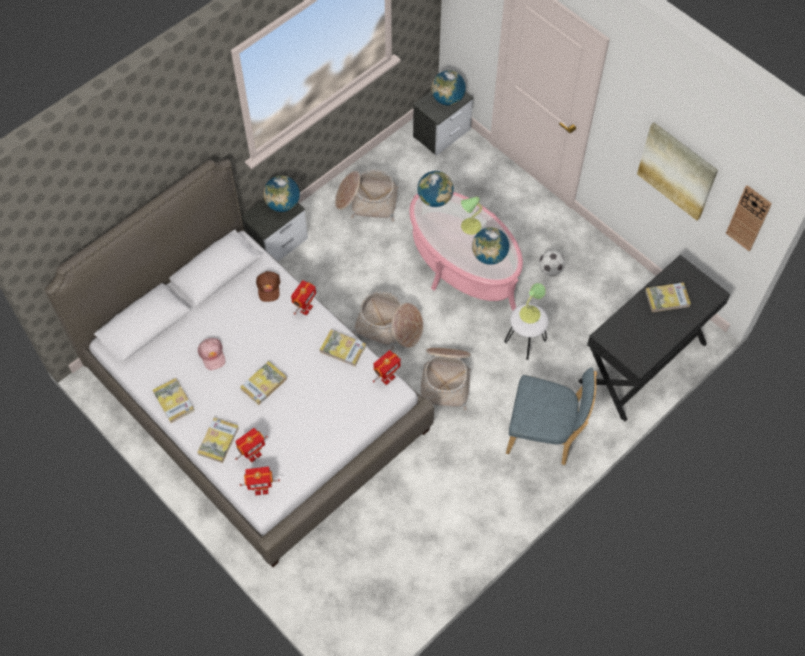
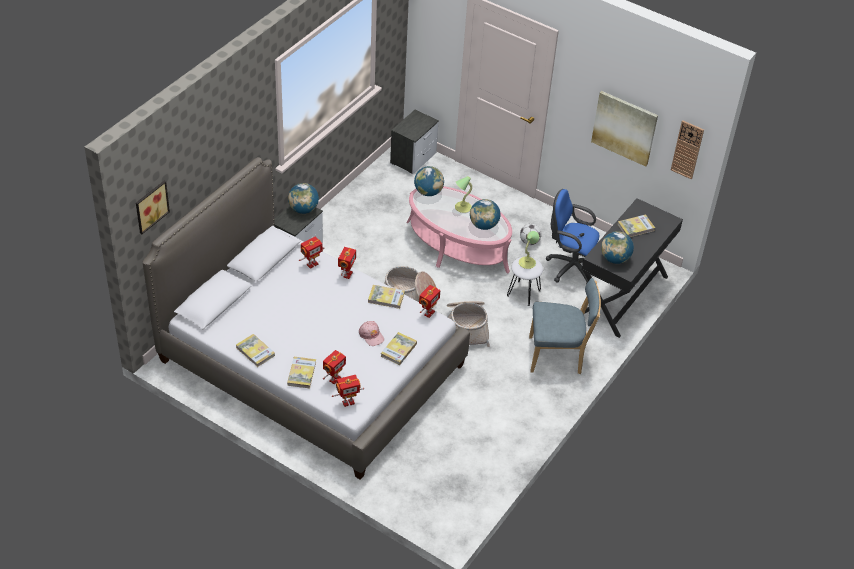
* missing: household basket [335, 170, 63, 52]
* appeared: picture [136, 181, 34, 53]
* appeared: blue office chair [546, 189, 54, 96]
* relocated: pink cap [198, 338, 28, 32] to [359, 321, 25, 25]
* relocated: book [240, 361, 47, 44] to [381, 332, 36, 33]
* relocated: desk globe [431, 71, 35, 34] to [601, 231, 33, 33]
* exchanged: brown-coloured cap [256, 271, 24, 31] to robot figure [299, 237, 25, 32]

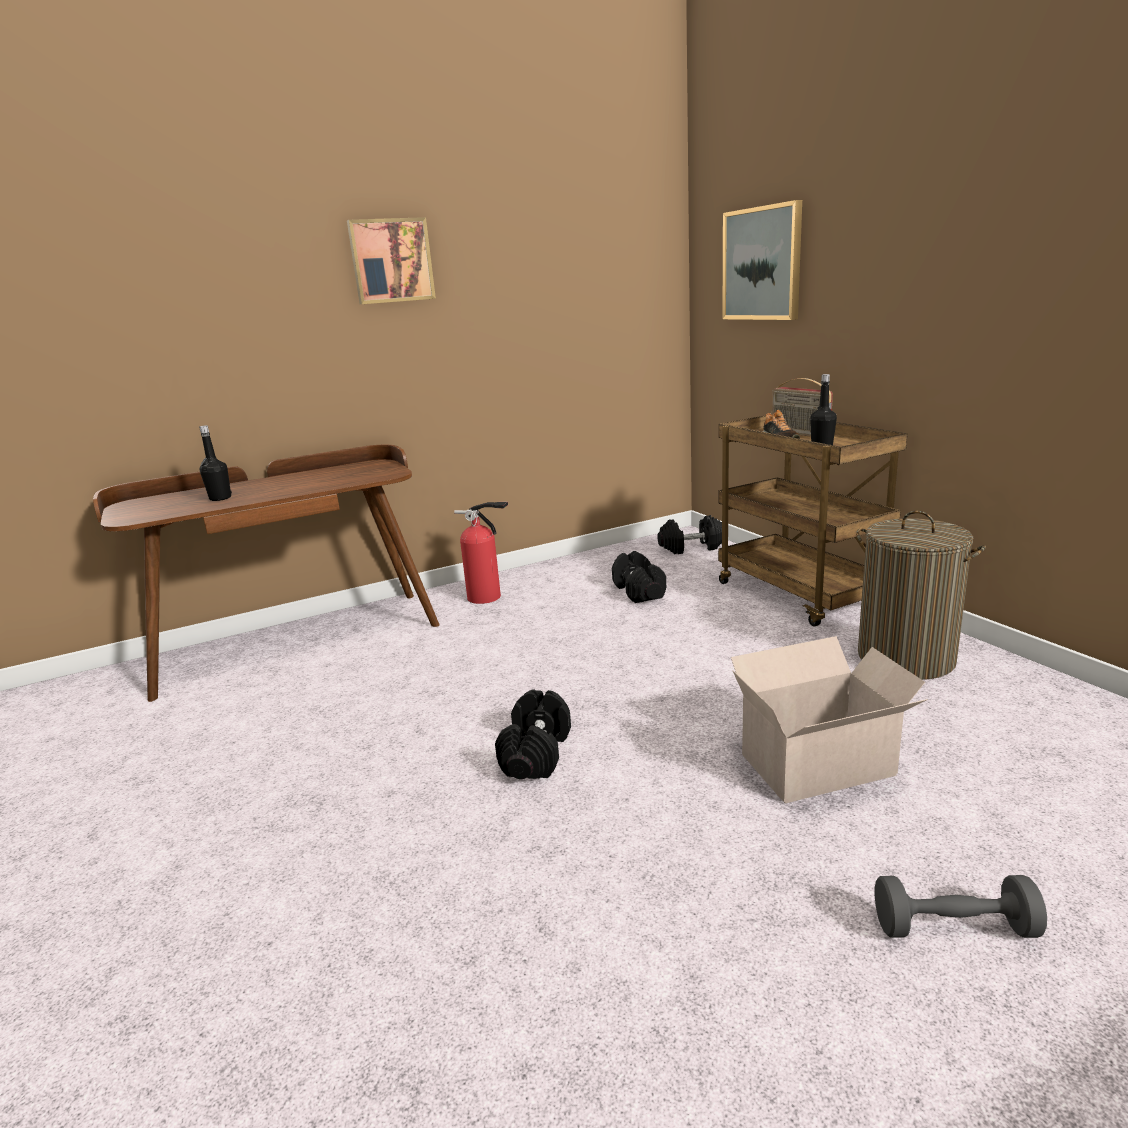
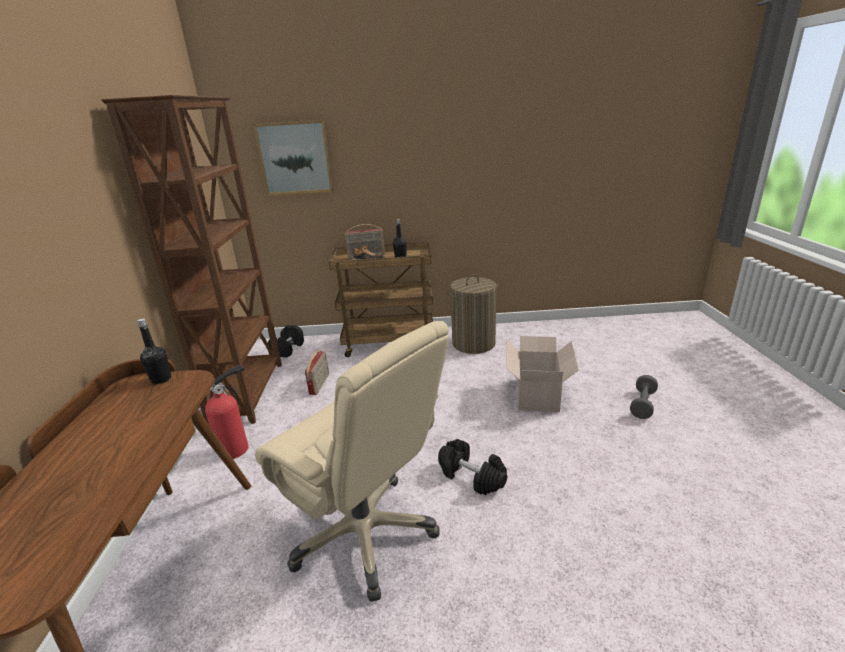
* missing: picture [347, 217, 89, 87]
* appeared: brown-coloured bookshelf [101, 95, 181, 329]
* appeared: sand-coloured office chair [255, 321, 194, 281]
* relocated: blackish beverage bottle [199, 425, 33, 76] to [137, 319, 34, 65]
* exchanged: blackish dumbbell [612, 551, 54, 52] to radio set [305, 351, 24, 44]

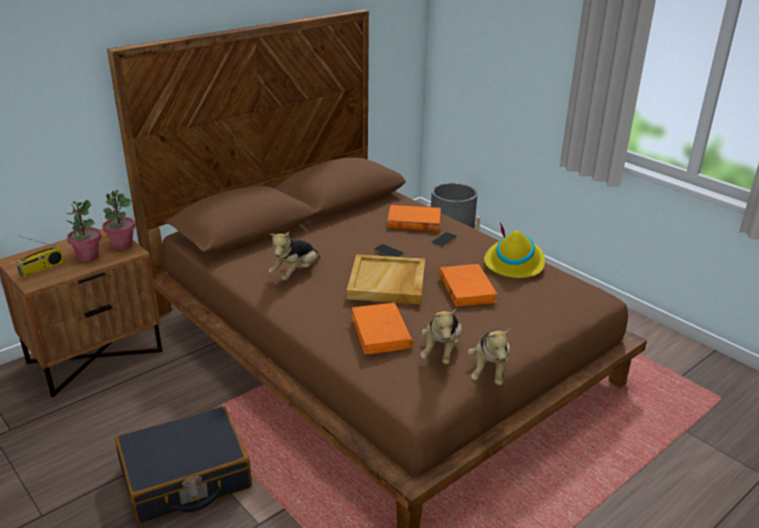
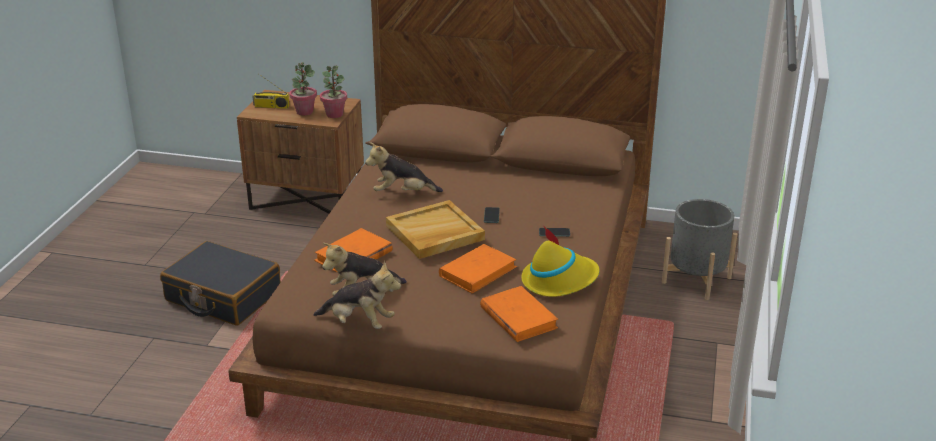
* relocated: orange-coloured book [387, 205, 54, 26] to [480, 286, 78, 56]
* spun: cuddly toy [468, 327, 43, 58] = [313, 261, 88, 68] 135 degrees counterclockwise

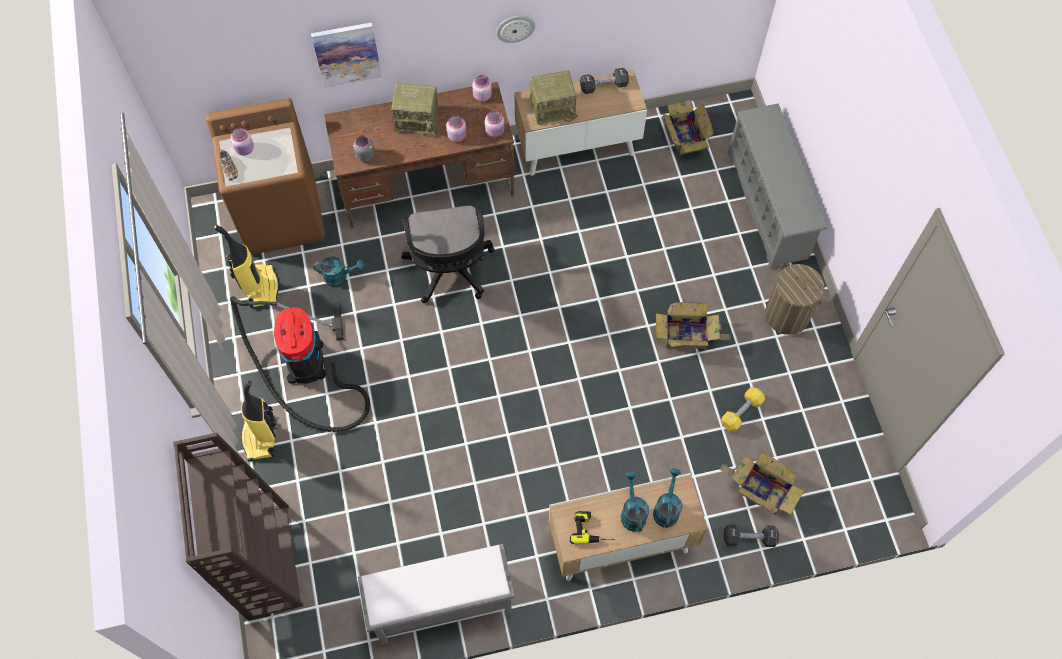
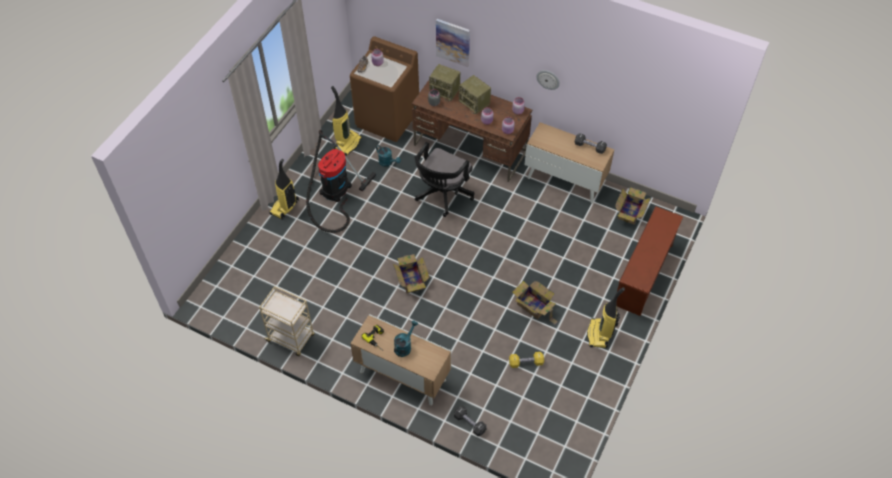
* missing: brown-coloured bookshelf [173, 432, 130, 187]
* missing: turquoise-coloured watering can [653, 468, 29, 60]
* relocated: radio set [530, 70, 48, 55] to [429, 64, 31, 37]
* relocated: packing box [720, 452, 84, 62] to [393, 254, 37, 39]
* exchanged: gray bench [358, 544, 157, 101] to sand-coloured trolley [259, 286, 56, 70]
* exchanged: laundry basket [765, 263, 59, 72] to vacuum cleaner [587, 287, 38, 61]
* colour: gray shoe rack [728, 104, 99, 165] to brown-coloured shoe rack [616, 206, 67, 110]

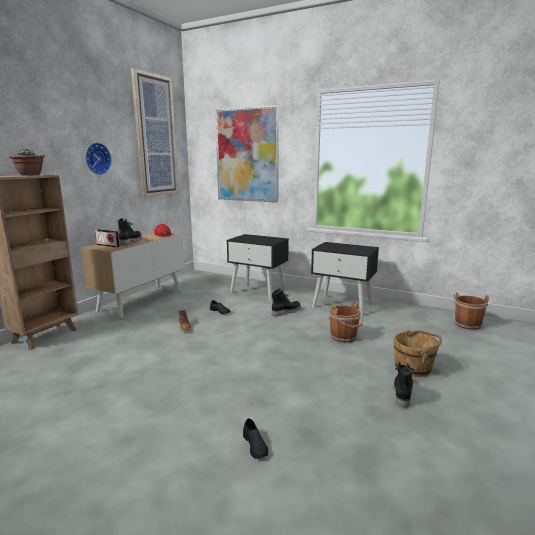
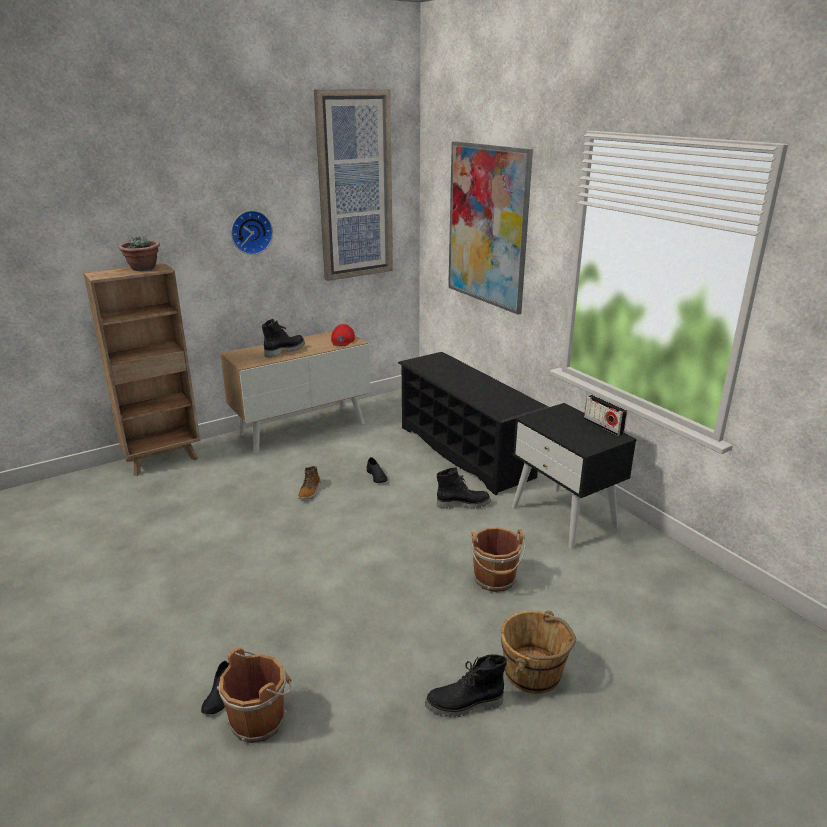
* relocated: radio set [95, 229, 25, 18] to [584, 395, 43, 41]
* relocated: brown-coloured water bucket [454, 292, 35, 38] to [217, 647, 75, 96]
* exchanged: blackish nightstand [227, 234, 62, 66] to blackish shoe rack [398, 352, 151, 143]
* spun: blackish boot [394, 361, 21, 47] = [425, 654, 82, 64] 150 degrees counterclockwise

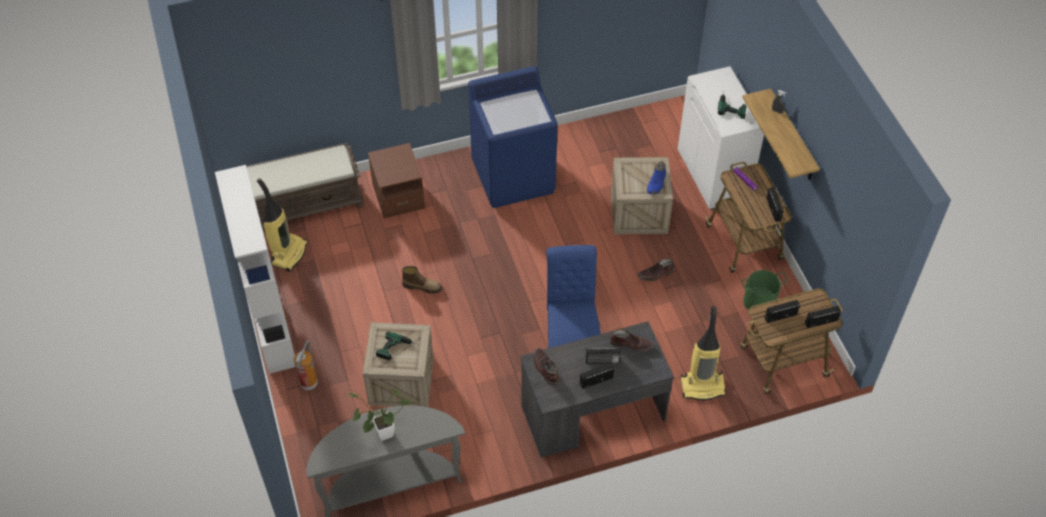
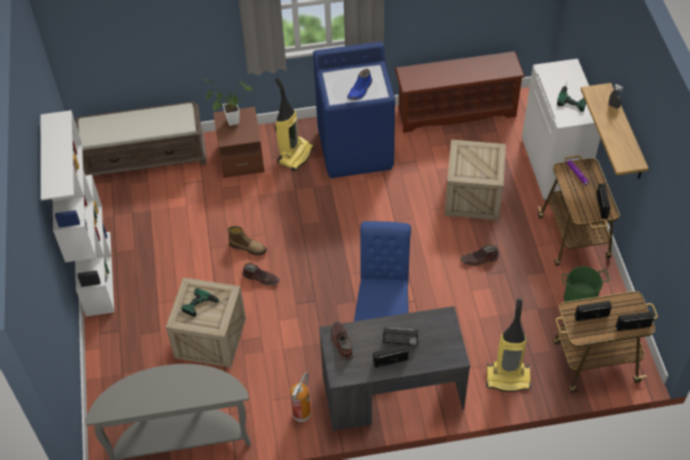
* appeared: brown-coloured shoe rack [395, 51, 130, 82]
* relocated: vacuum cleaner [257, 178, 51, 94] to [275, 77, 39, 94]
* relocated: fire extinguisher [294, 340, 24, 50] to [290, 372, 21, 50]
* relocated: plant in a pot [348, 389, 63, 52] to [204, 79, 48, 47]
* relocated: brown-coloured boot [609, 328, 45, 23] to [242, 263, 38, 23]
* relocated: blue boot [647, 162, 19, 33] to [347, 69, 25, 31]

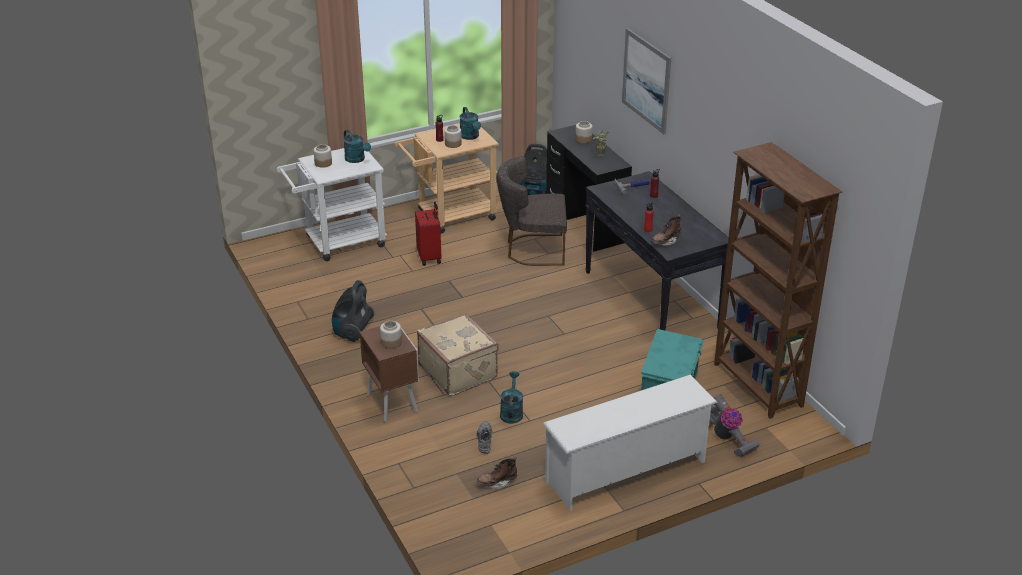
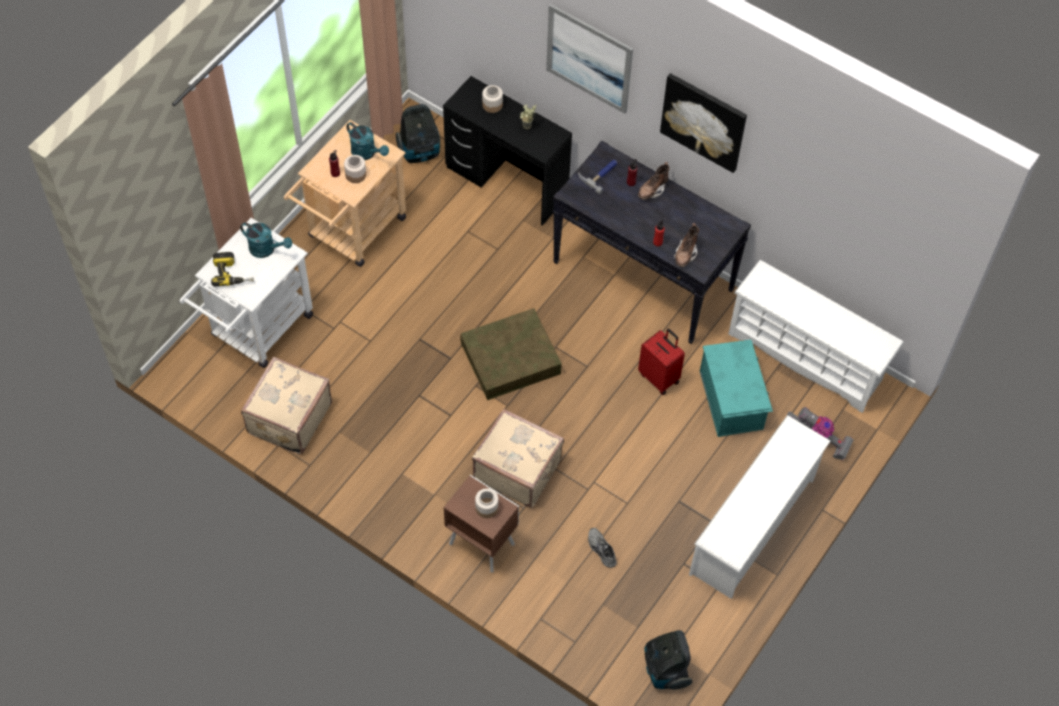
* missing: gray chair [496, 156, 71, 110]
* missing: turquoise-coloured watering can [500, 371, 23, 53]
* appeared: sand-coloured piece of luggage [241, 357, 91, 98]
* appeared: brown-coloured storage bin [460, 308, 102, 92]
* appeared: picture [660, 73, 87, 100]
* relocated: vacuum cleaner [332, 280, 42, 62] to [644, 630, 49, 60]
* relocated: red-coloured piece of luggage [415, 202, 27, 64] to [638, 329, 47, 66]
* relocated: brown-coloured boot [477, 457, 40, 32] to [638, 162, 31, 38]
* exchanged: preserve jar [313, 144, 19, 24] to power drill [211, 252, 43, 34]
* exchanged: brown-coloured bookshelf [714, 142, 128, 277] to white-coloured shoe rack [728, 260, 176, 153]

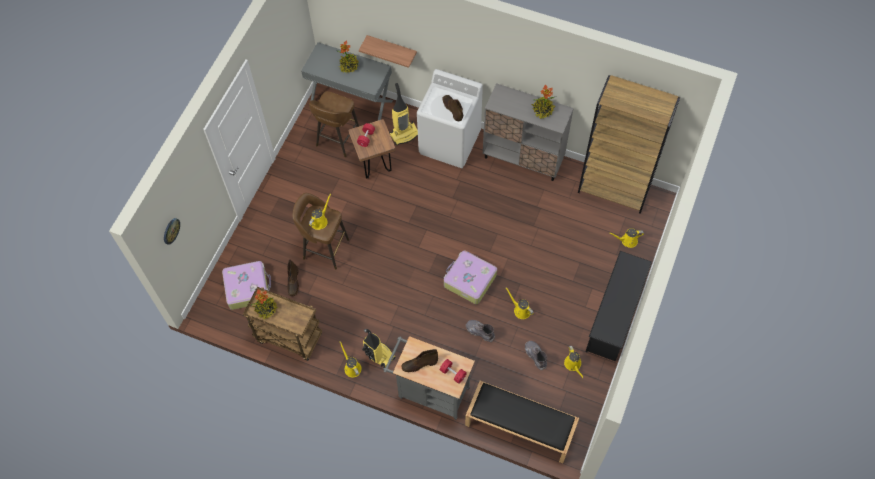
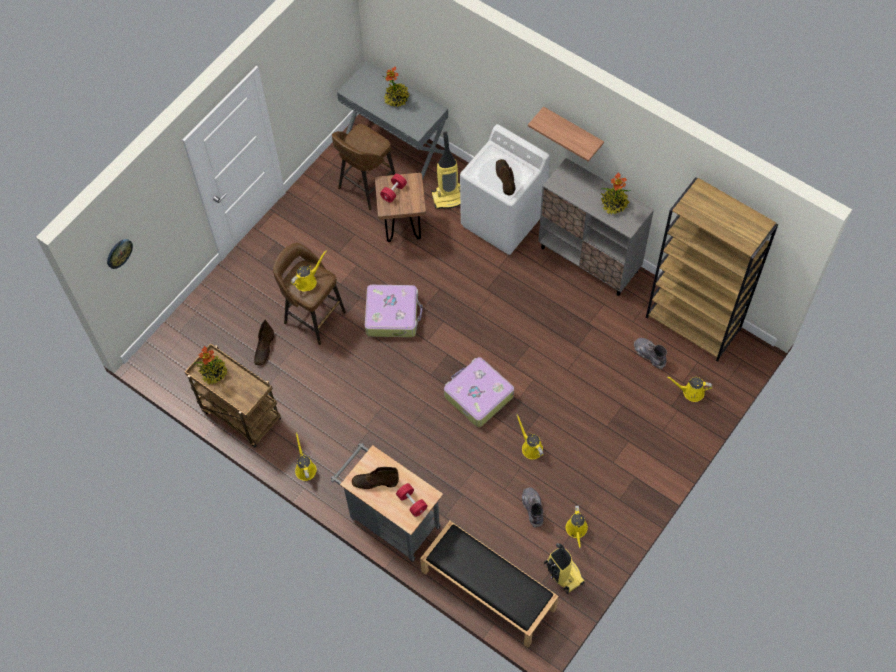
* missing: blackish shoe rack [585, 251, 67, 110]
* relocated: piece of luggage [222, 261, 49, 49] to [365, 285, 58, 52]
* relocated: shelf [359, 35, 58, 33] to [528, 107, 76, 55]
* relocated: vacuum cleaner [362, 329, 34, 39] to [544, 543, 41, 51]
* relocated: gray boot [466, 320, 29, 22] to [634, 338, 33, 31]

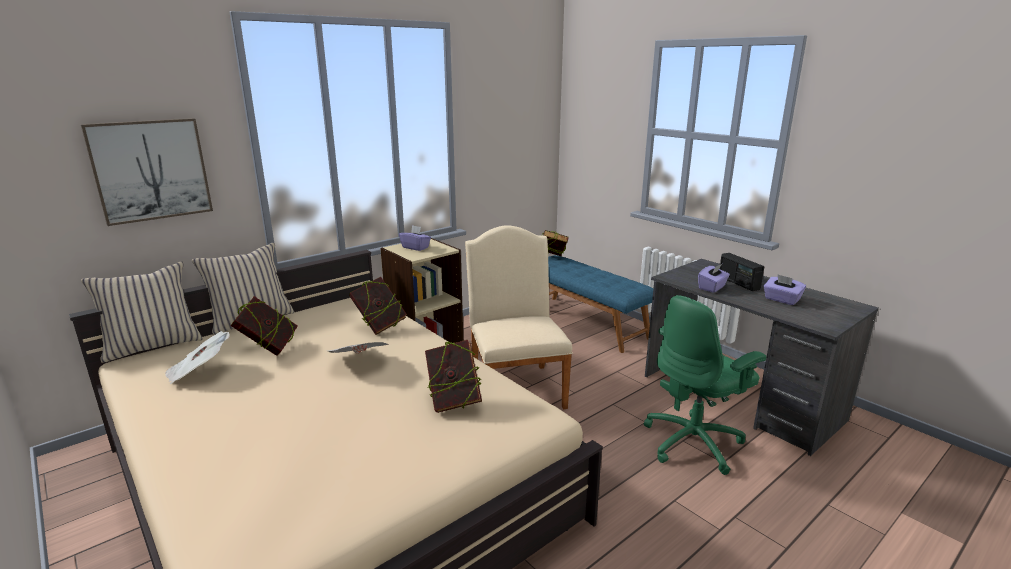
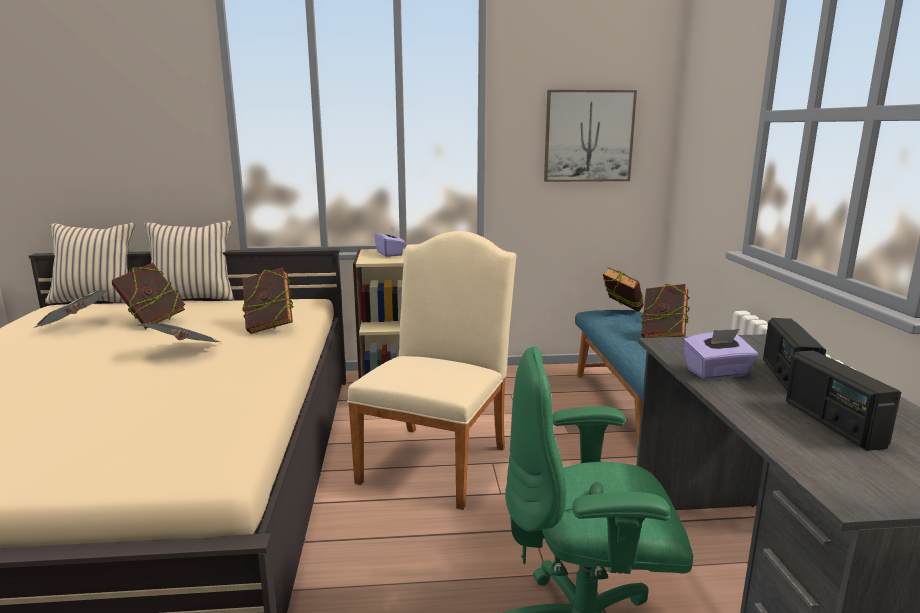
* relocated: picture [81, 118, 132, 108] to [544, 90, 93, 92]
* relocated: book [425, 340, 57, 73] to [641, 283, 48, 55]
* exchanged: purple tissue holder [763, 275, 43, 30] to radio set [786, 350, 115, 101]

